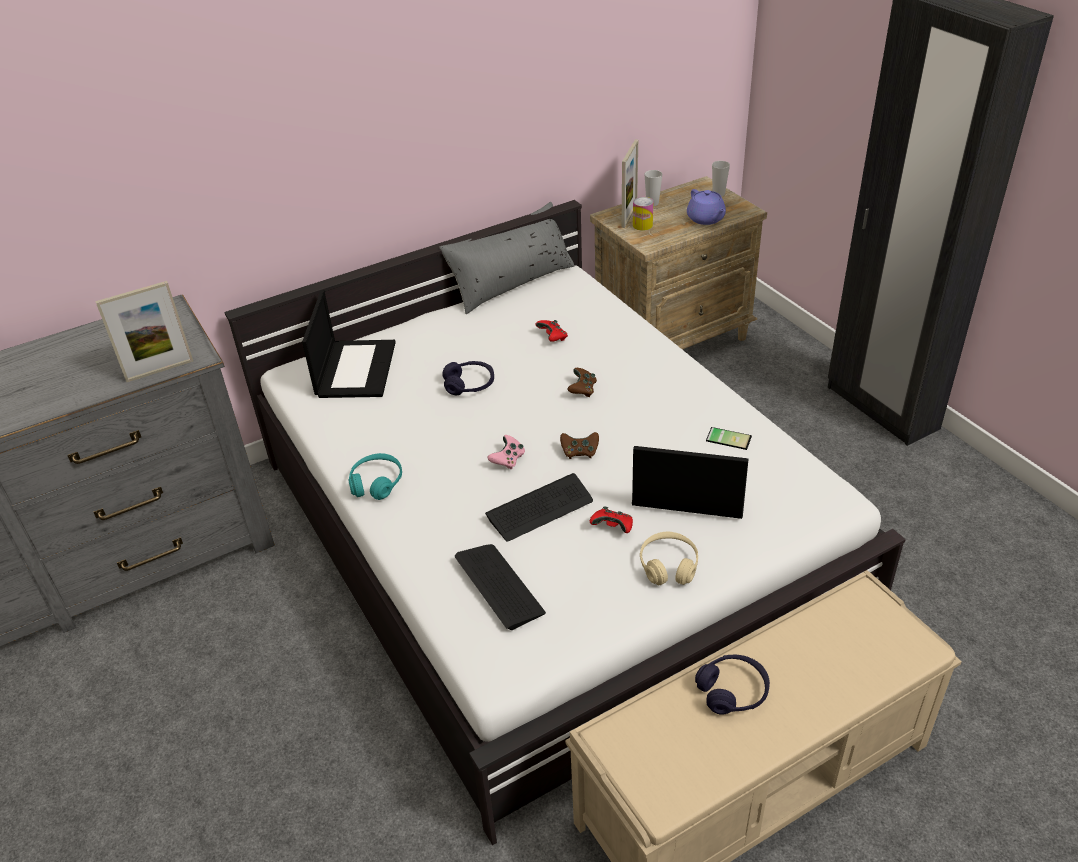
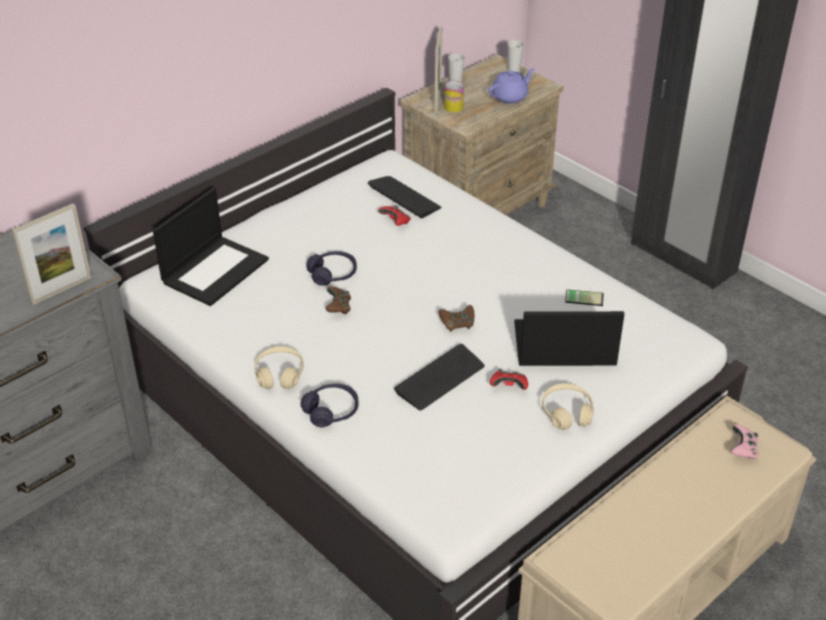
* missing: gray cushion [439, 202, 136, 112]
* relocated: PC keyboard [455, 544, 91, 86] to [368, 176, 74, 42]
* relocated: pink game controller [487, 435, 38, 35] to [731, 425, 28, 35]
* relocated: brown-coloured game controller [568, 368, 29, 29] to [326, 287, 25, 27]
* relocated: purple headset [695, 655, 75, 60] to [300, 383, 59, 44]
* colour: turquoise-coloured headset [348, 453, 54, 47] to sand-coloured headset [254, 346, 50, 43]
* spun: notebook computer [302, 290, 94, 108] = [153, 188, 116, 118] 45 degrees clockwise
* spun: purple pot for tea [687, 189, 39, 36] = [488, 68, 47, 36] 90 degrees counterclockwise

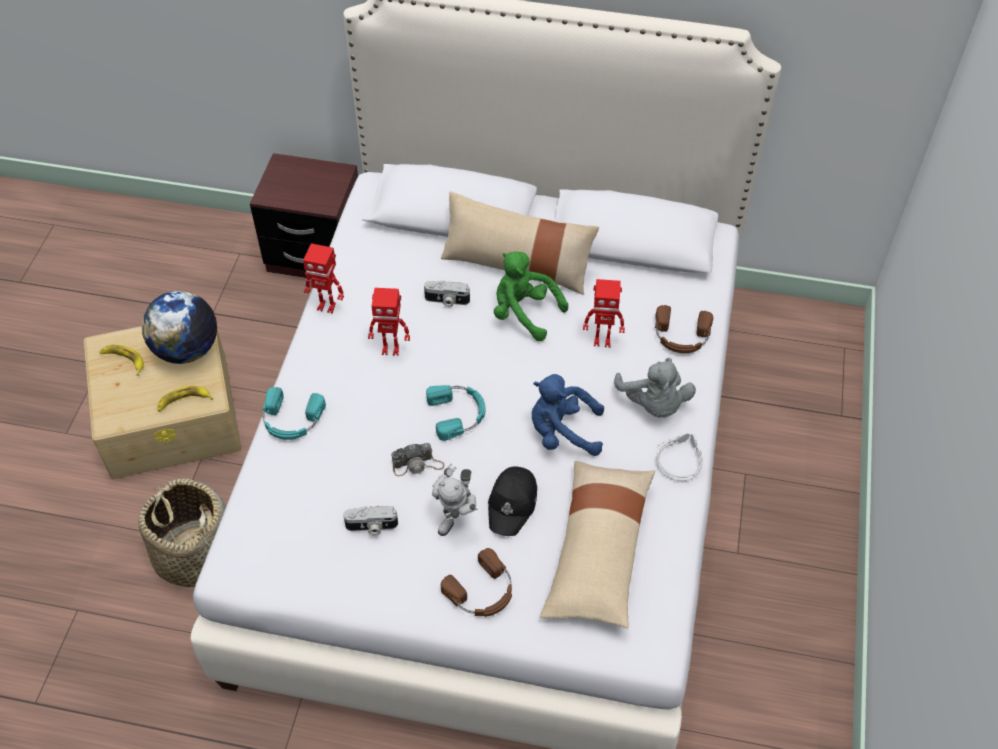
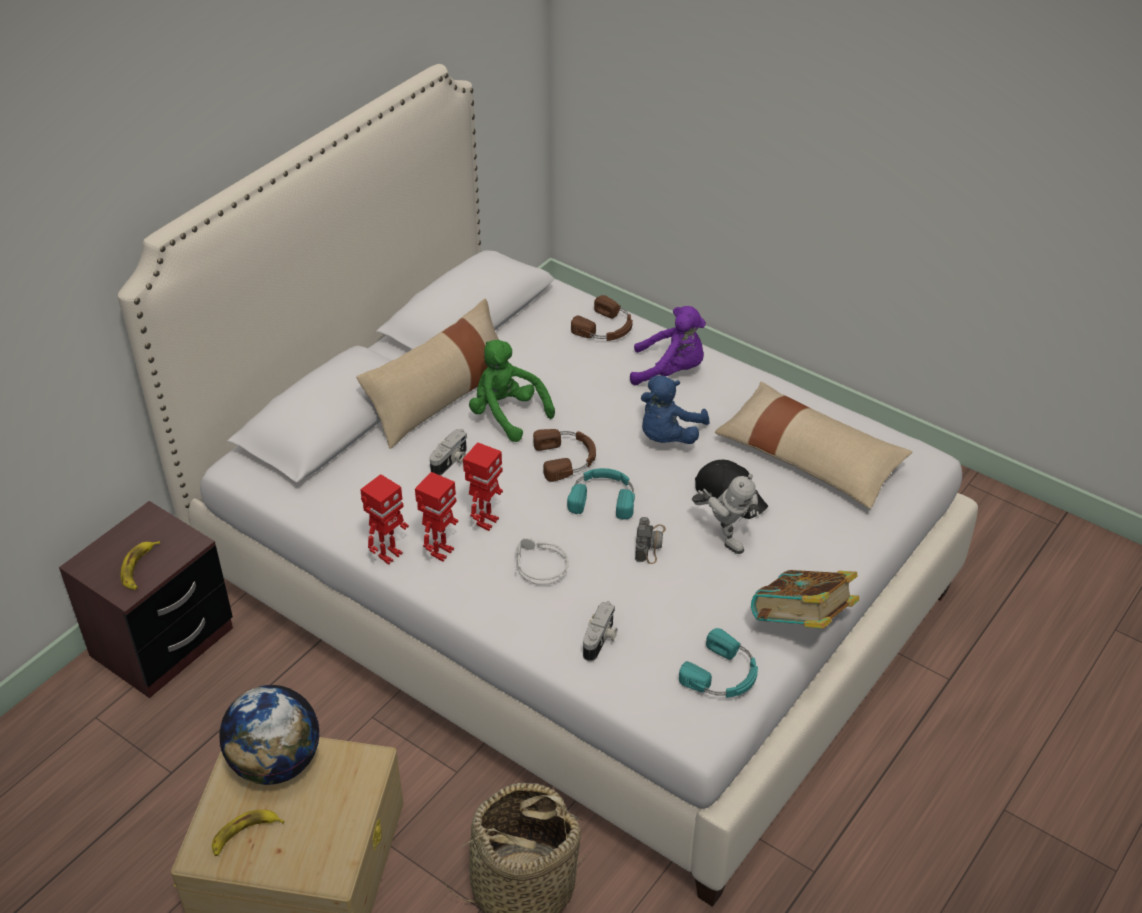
* appeared: book [751, 570, 108, 59]
* relocated: whole banana [158, 386, 55, 25] to [120, 541, 40, 49]
* relocated: turquoise-coloured headset [262, 387, 64, 53] to [679, 628, 79, 70]
* relocated: still camera [343, 506, 55, 30] to [583, 601, 34, 60]
* relocated: brown-coloured headset [441, 548, 71, 69] to [533, 429, 63, 53]
* relocated: robot figure [583, 279, 42, 68] to [415, 472, 43, 90]
* relocated: gray headset [656, 432, 47, 49] to [515, 537, 53, 48]
* colour: gray cuddly toy [614, 358, 82, 60] to purple cuddly toy [630, 306, 76, 79]
* spun: green-coloured cuddly toy [494, 251, 74, 90] = [469, 340, 86, 102] 75 degrees clockwise

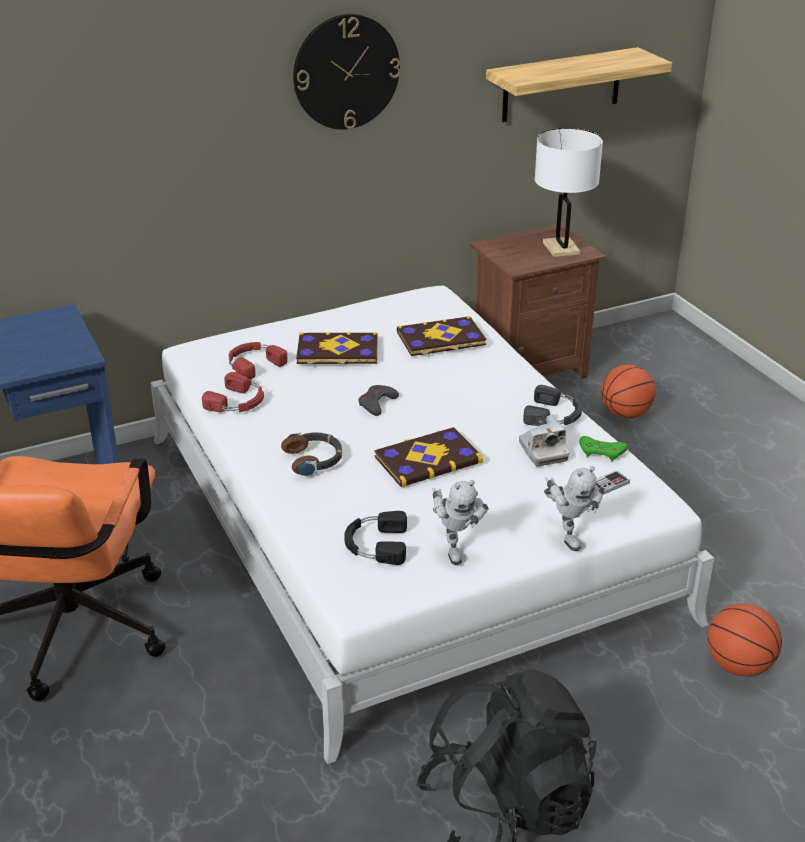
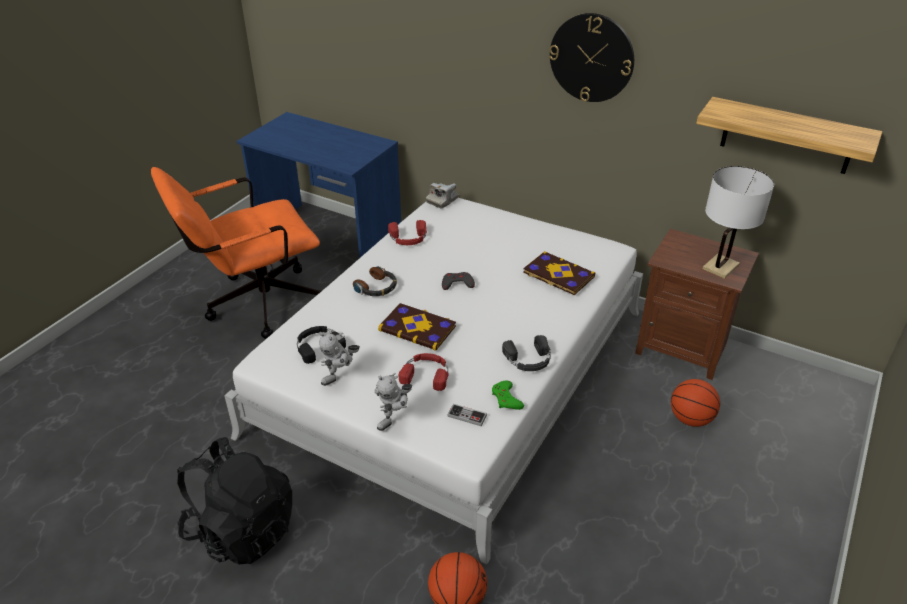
* missing: book [296, 332, 82, 32]
* relocated: red-coloured headset [229, 342, 59, 37] to [399, 353, 49, 38]
* relocated: still camera [519, 415, 50, 52] to [426, 183, 33, 26]

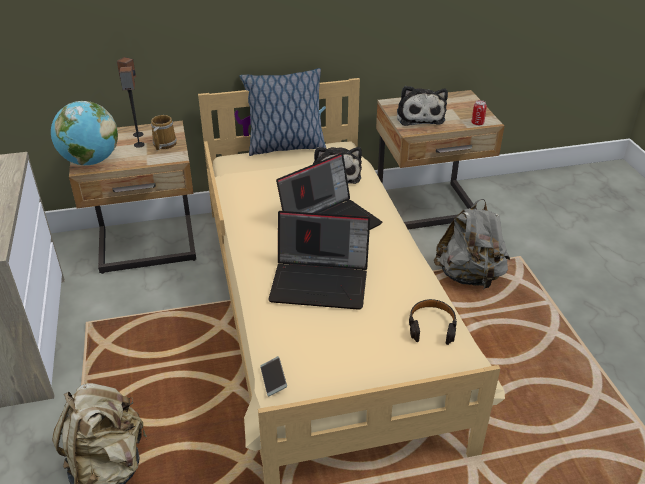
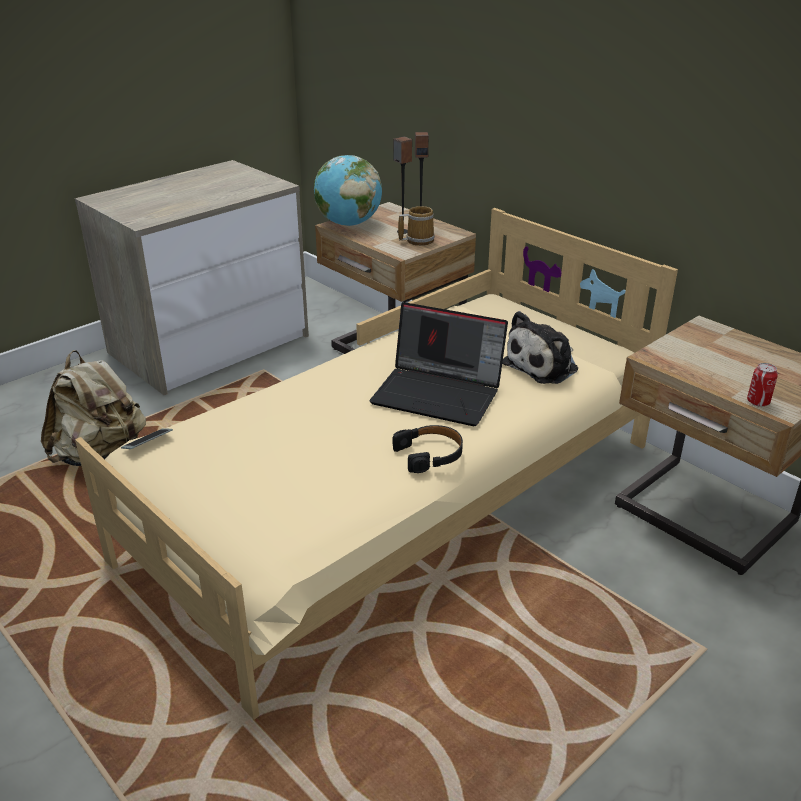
* missing: cushion [239, 68, 87, 88]
* missing: notebook computer [268, 211, 102, 99]
* missing: cuddly toy [397, 86, 51, 40]
* missing: gray backpack [434, 199, 76, 90]
* relocated: blackish headset [409, 299, 48, 46] to [393, 425, 70, 48]

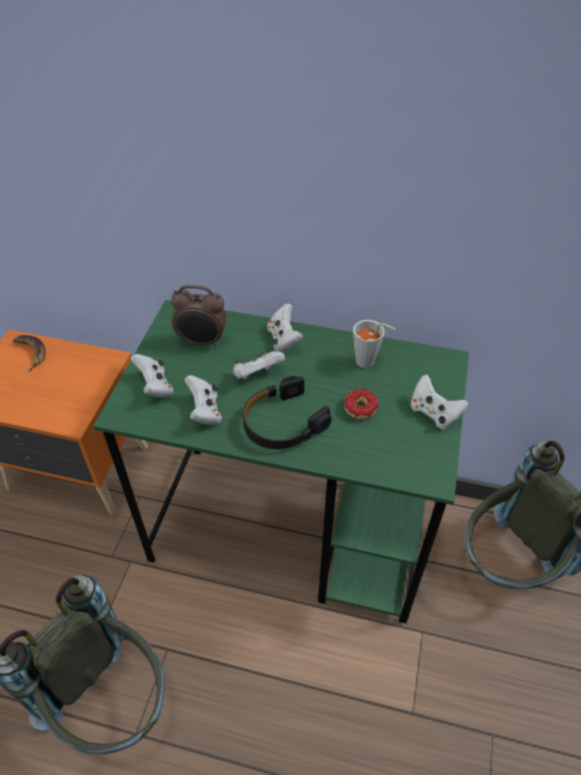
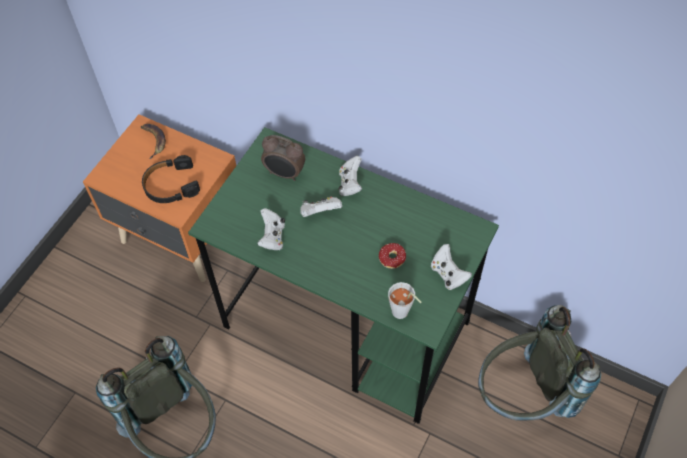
* missing: white-coloured game controller [131, 354, 43, 43]
* relocated: blackish headset [243, 376, 88, 73] to [142, 155, 58, 48]
* relocated: gray small cup [353, 320, 43, 48] to [388, 282, 33, 37]

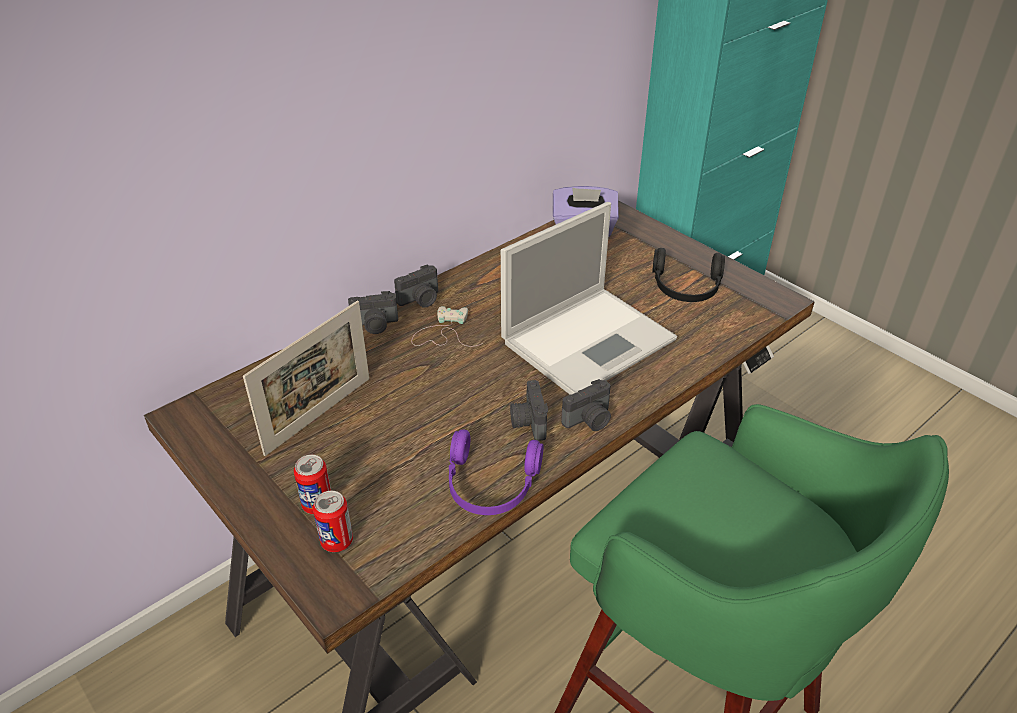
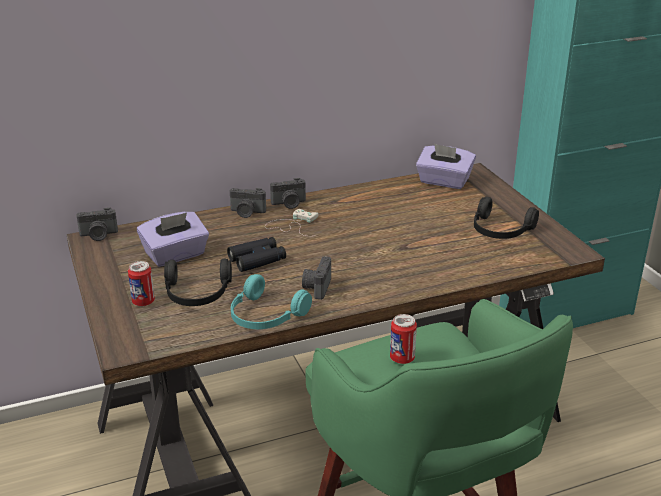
* missing: notebook computer [501, 202, 176, 193]
* appeared: blackish headset [164, 259, 68, 47]
* appeared: blackish pair of binoculars [227, 237, 59, 35]
* relocated: can [313, 491, 40, 61] to [390, 314, 27, 50]
* relocated: still camera [561, 379, 50, 52] to [77, 208, 41, 33]
* exchanged: picture frame [243, 301, 127, 155] to purple tissue holder [137, 212, 72, 55]
* colour: purple headset [449, 429, 94, 86] to turquoise-coloured headset [231, 274, 81, 55]

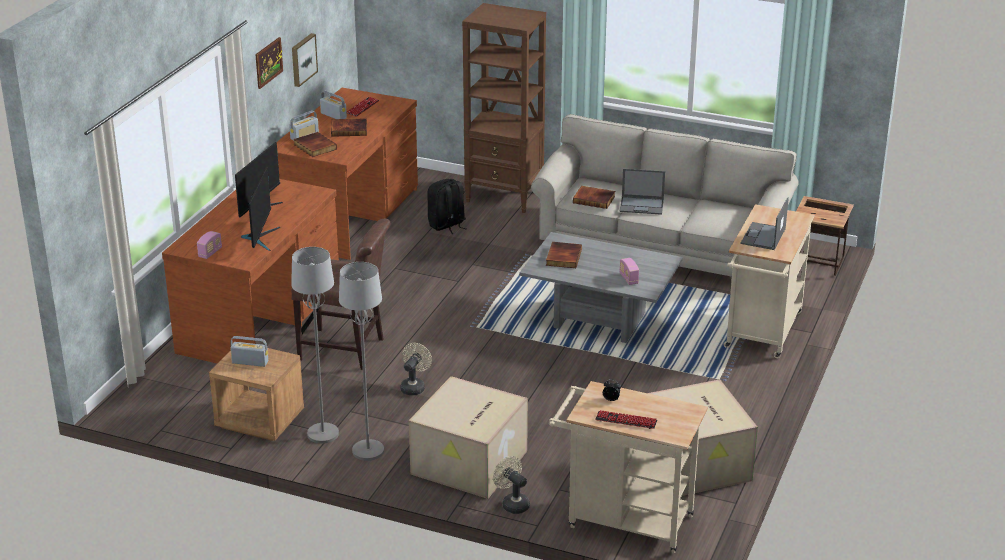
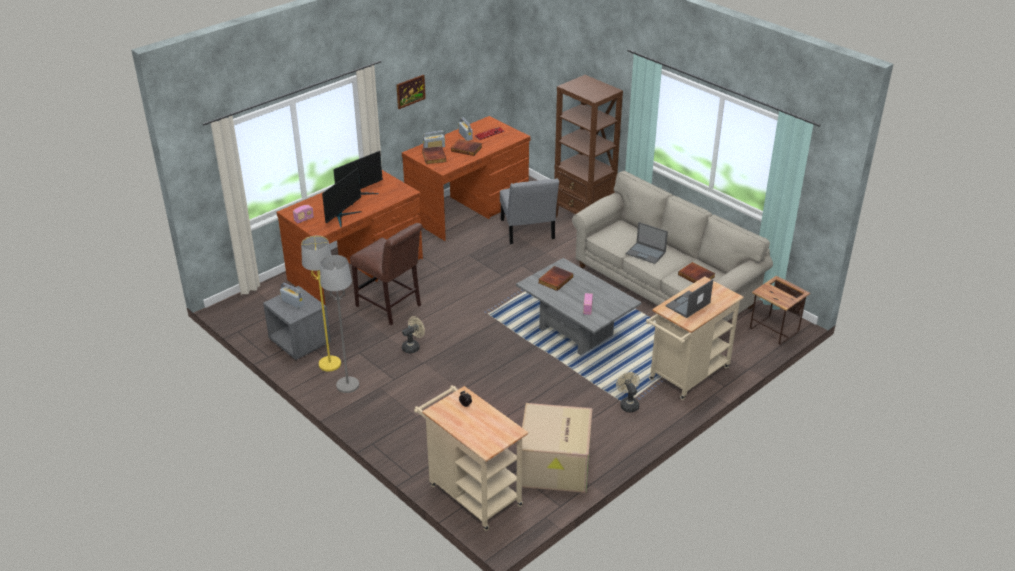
* missing: picture [292, 33, 26, 54]
* missing: packing box [409, 376, 119, 123]
* missing: PC keyboard [595, 410, 62, 19]
* relocated: sand-coloured cooling fan [493, 456, 37, 58] to [616, 372, 24, 40]
* relocated: book [573, 186, 42, 23] to [678, 262, 37, 21]
* exchanged: blackish backpack [427, 179, 39, 55] to gray chair [500, 178, 59, 66]
* colour: brown-coloured nightstand [209, 342, 95, 99] to gray nightstand [263, 286, 68, 74]
* colour: gray standard lamp [291, 247, 48, 197] to yellow standard lamp [301, 236, 40, 136]

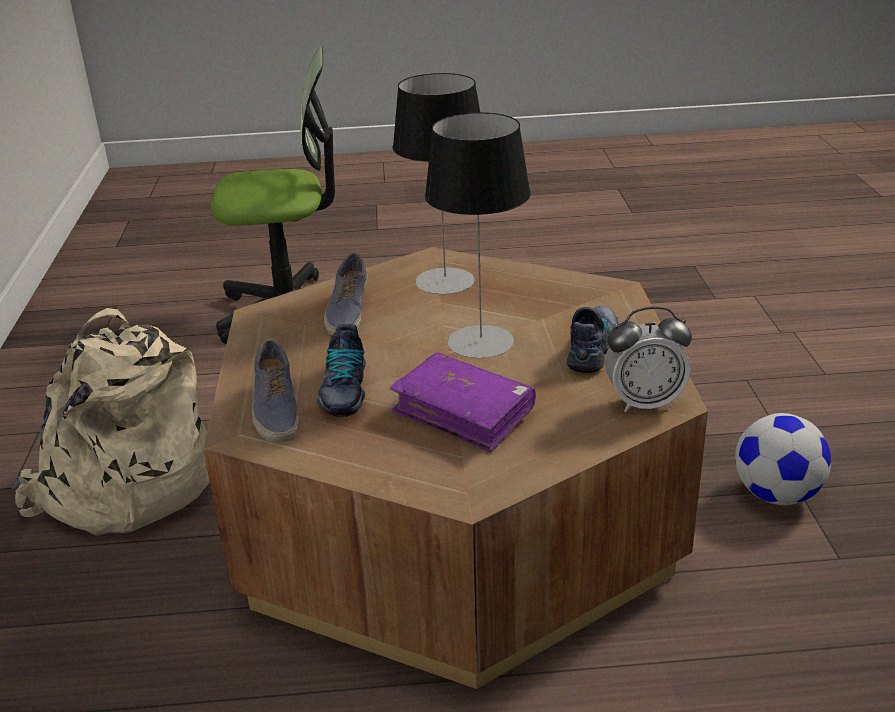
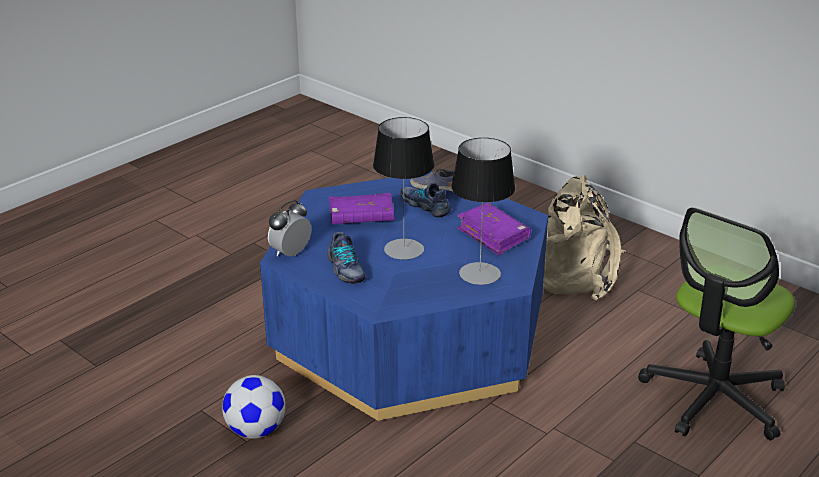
* exchanged: shoe [324, 252, 44, 83] to purple book [457, 203, 74, 52]
* colour: brown-coloured lounge table [203, 247, 505, 442] to blue lounge table [260, 171, 288, 250]

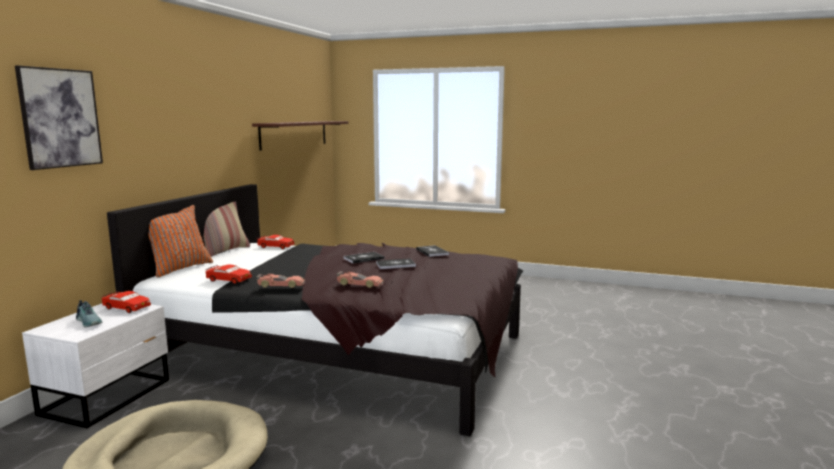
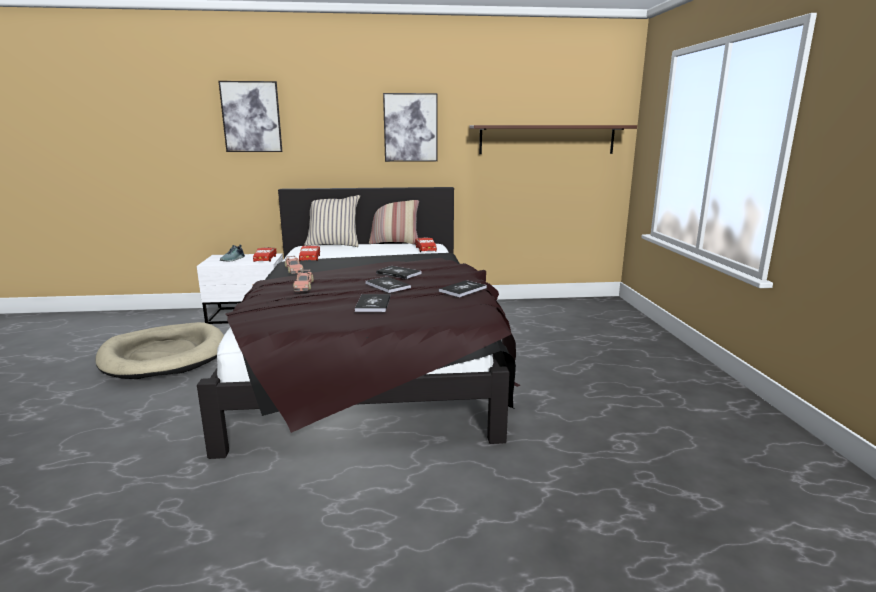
* appeared: book [355, 294, 35, 18]
* appeared: picture [383, 93, 55, 69]
* colour: orange-coloured cushion [149, 205, 64, 72] to sand-coloured cushion [304, 195, 56, 52]

